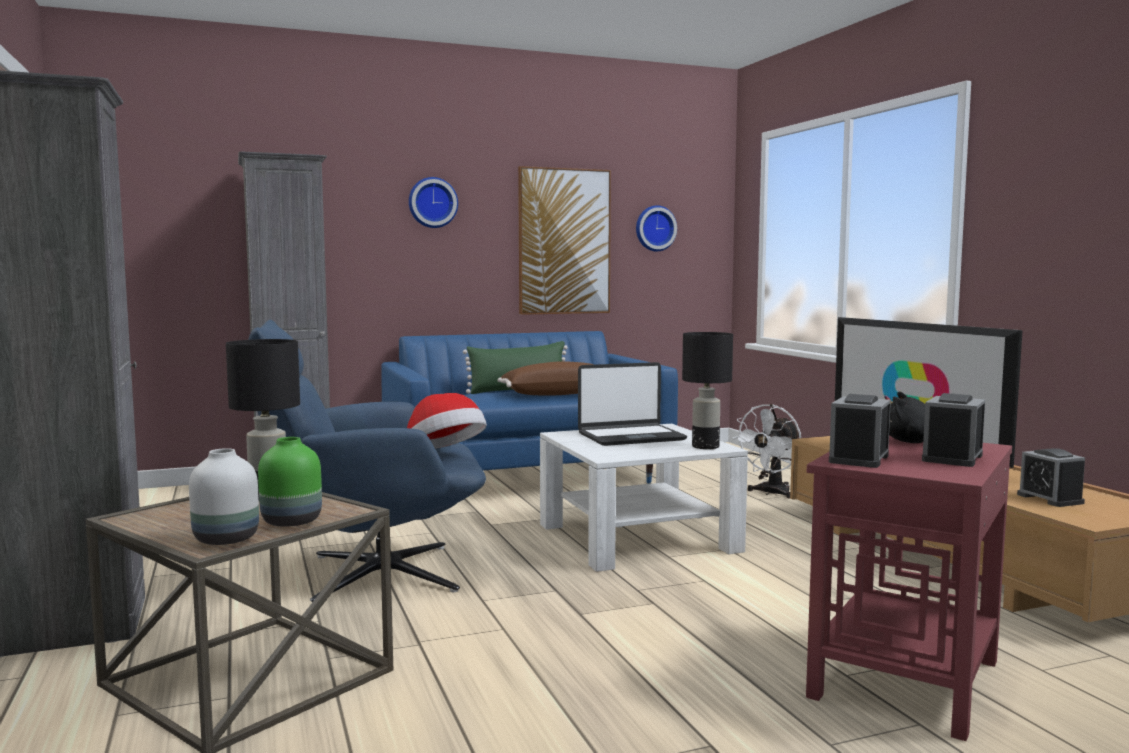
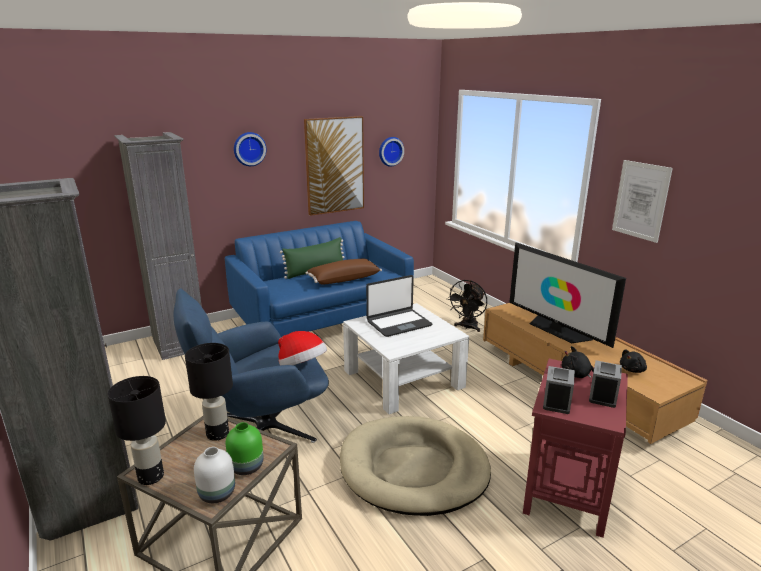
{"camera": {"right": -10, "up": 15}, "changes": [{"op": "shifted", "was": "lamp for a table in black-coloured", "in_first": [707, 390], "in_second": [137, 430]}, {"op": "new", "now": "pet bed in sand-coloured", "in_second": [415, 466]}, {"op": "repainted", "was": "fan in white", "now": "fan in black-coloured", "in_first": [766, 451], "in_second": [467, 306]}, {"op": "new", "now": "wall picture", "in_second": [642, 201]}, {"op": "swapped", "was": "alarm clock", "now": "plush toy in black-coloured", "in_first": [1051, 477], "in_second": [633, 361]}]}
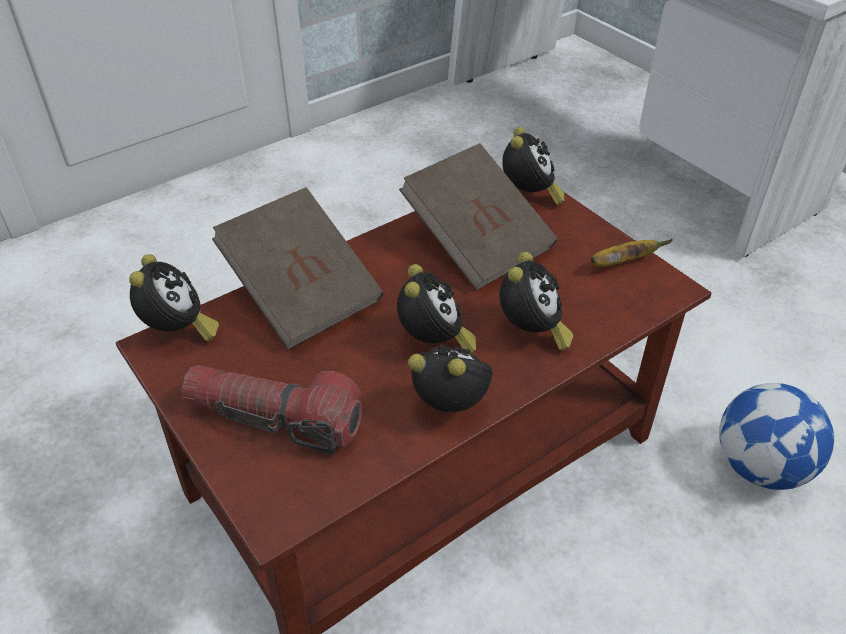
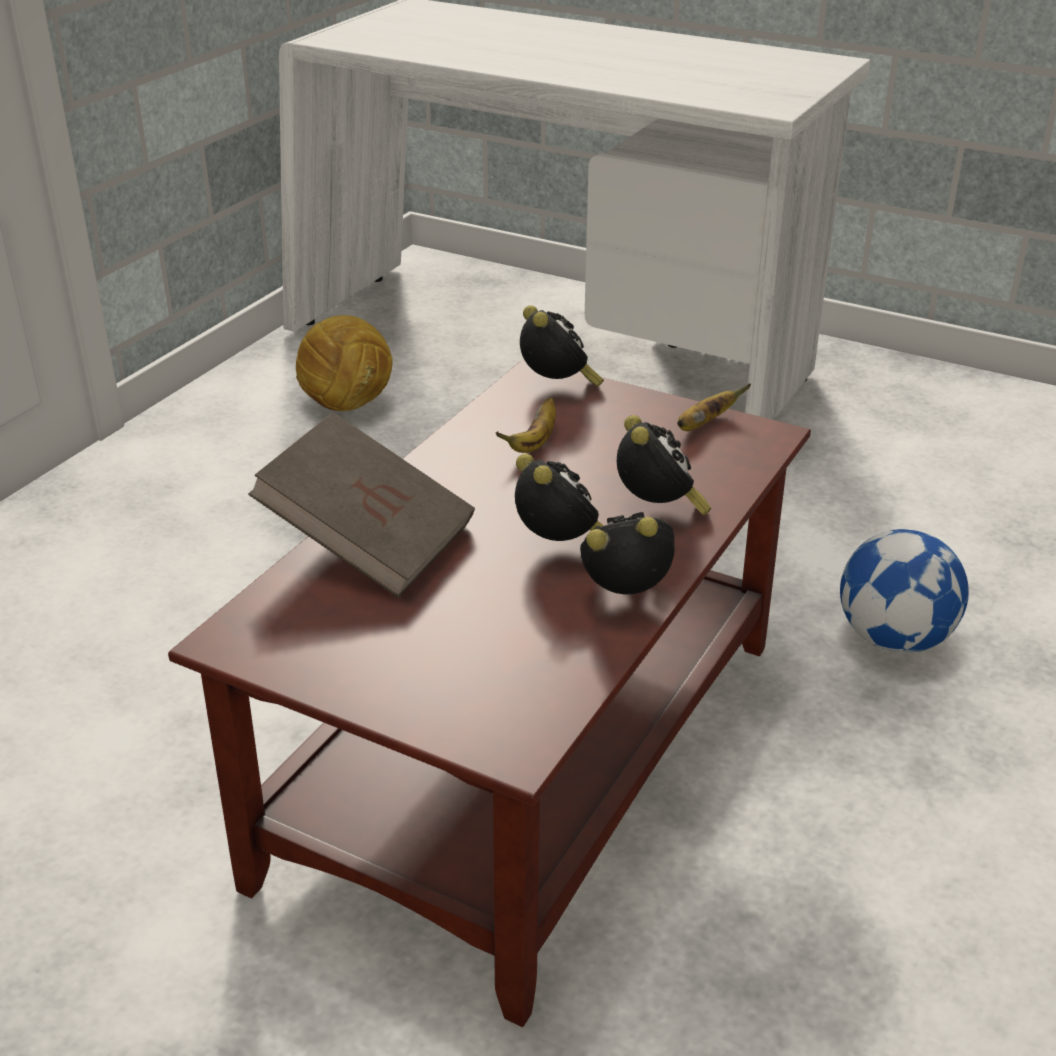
{"camera": {"right": -25, "up": -10}, "changes": [{"op": "new", "now": "ball for football", "in_second": [344, 363]}, {"op": "swapped", "was": "volume in brownish", "now": "banana", "in_first": [478, 217], "in_second": [526, 425]}, {"op": "gone", "was": "alarm clock", "in_first": [174, 298]}, {"op": "gone", "was": "flashlight", "in_first": [272, 409]}]}
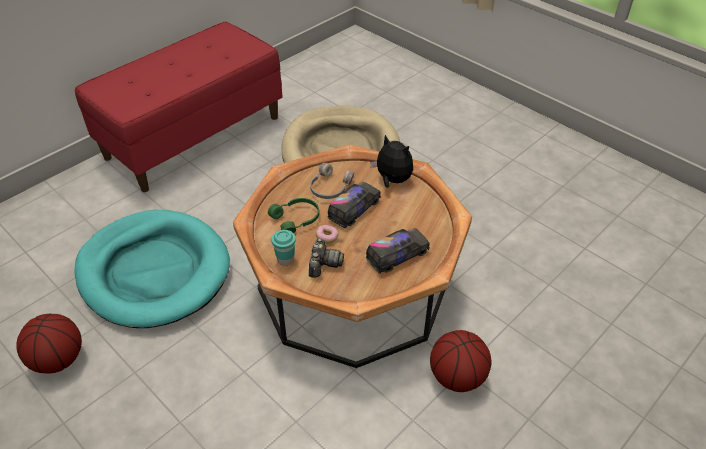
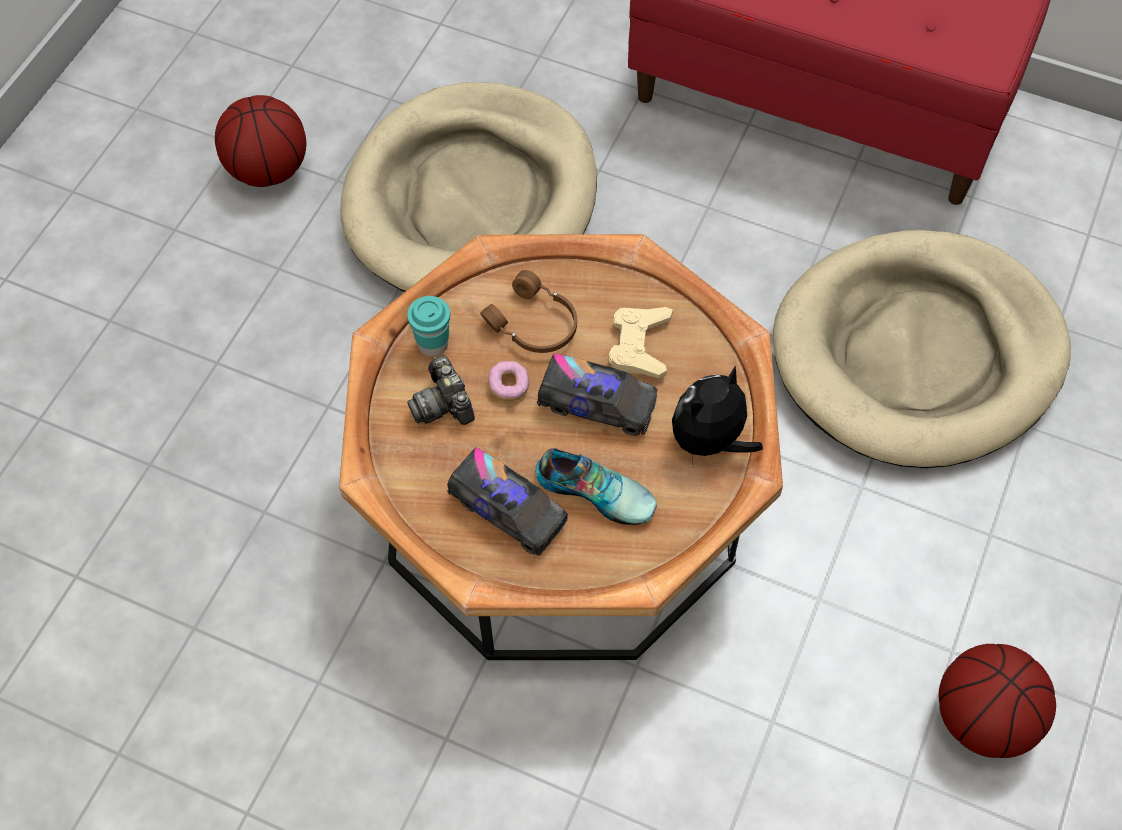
{"camera": {"right": 70, "up": 15}, "changes": [{"op": "repainted", "was": "pet bed in turquoise-coloured", "now": "pet bed in sand-coloured", "in_first": [152, 269], "in_second": [468, 187]}, {"op": "rotated", "was": "photo camera", "in_first": [326, 258], "in_second": [441, 390], "clockwise": 75}, {"op": "repainted", "was": "pair of headphones in greenish", "now": "pair of headphones in brownish", "in_first": [293, 215], "in_second": [528, 311]}, {"op": "new", "now": "item of footwear", "in_second": [596, 486]}, {"op": "swapped", "was": "pair of headphones in gray", "now": "joypad in sand-coloured", "in_first": [332, 181], "in_second": [641, 342]}, {"op": "rotated", "was": "plush toy", "in_first": [391, 161], "in_second": [717, 417], "clockwise": -150}, {"op": "shifted", "was": "basketball ball", "in_first": [460, 361], "in_second": [997, 701]}]}
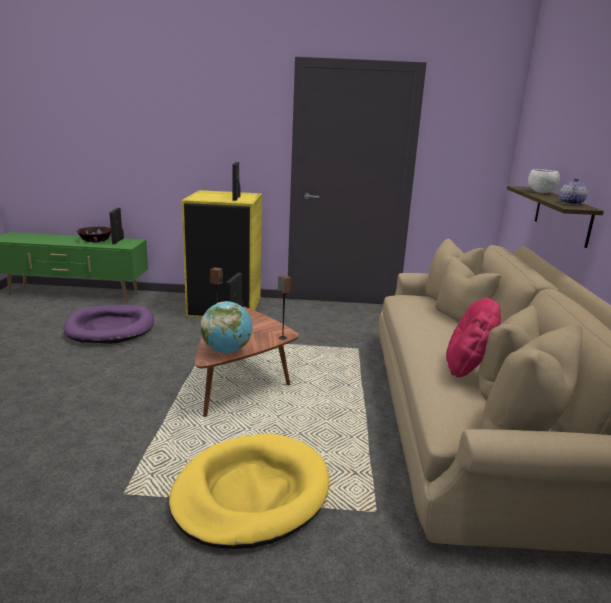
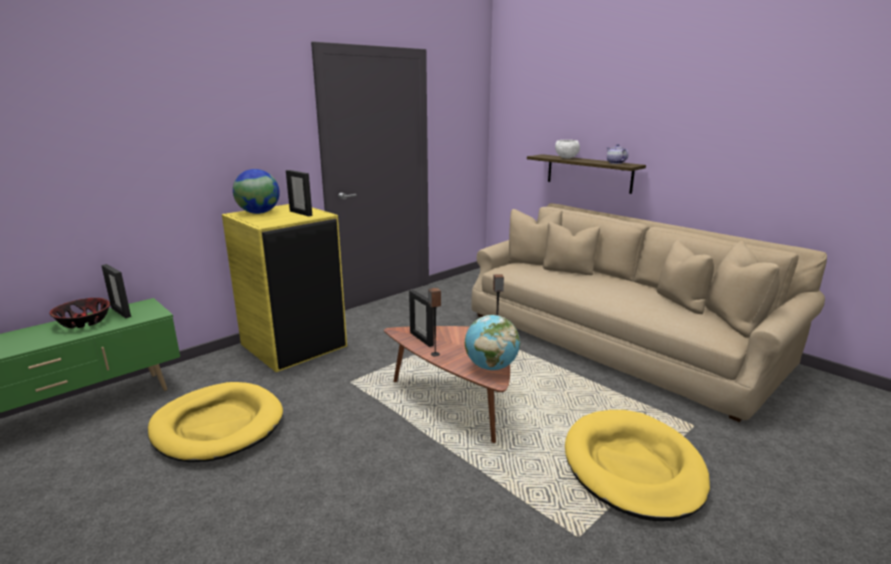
{"camera": {"right": -45, "up": 0}, "changes": [{"op": "repainted", "was": "pet bed in purplish", "now": "pet bed in yellow", "in_first": [109, 324], "in_second": [215, 422]}, {"op": "new", "now": "globe", "in_second": [256, 191]}, {"op": "gone", "was": "pillow in pinkish", "in_first": [473, 337]}]}
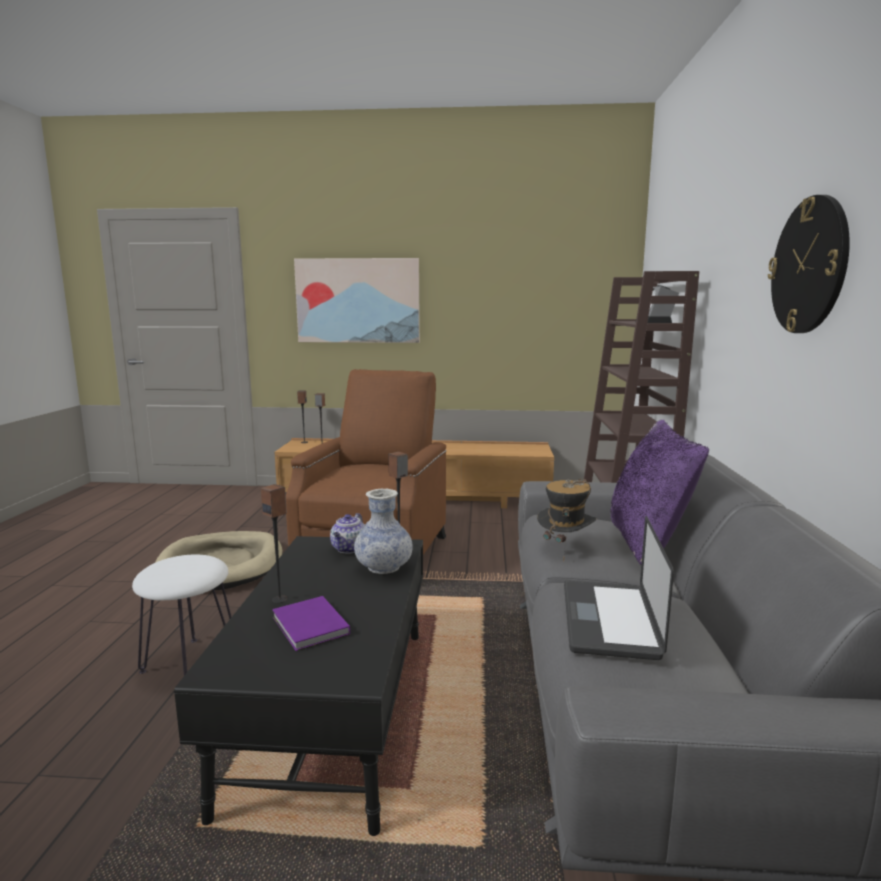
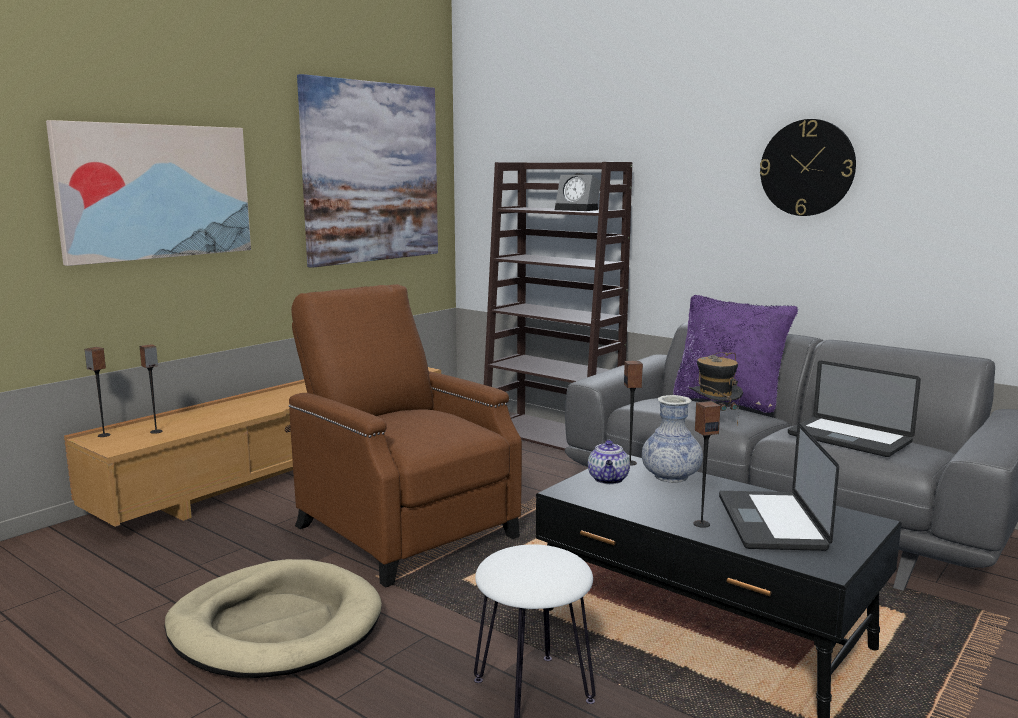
{"camera": {"right": -55, "up": 0}, "changes": [{"op": "new", "now": "wall picture", "in_second": [367, 171]}, {"op": "rotated", "was": "teapot", "in_first": [347, 533], "in_second": [609, 462], "clockwise": 45}, {"op": "swapped", "was": "volume in purplish", "now": "laptop", "in_first": [311, 623], "in_second": [779, 487]}]}
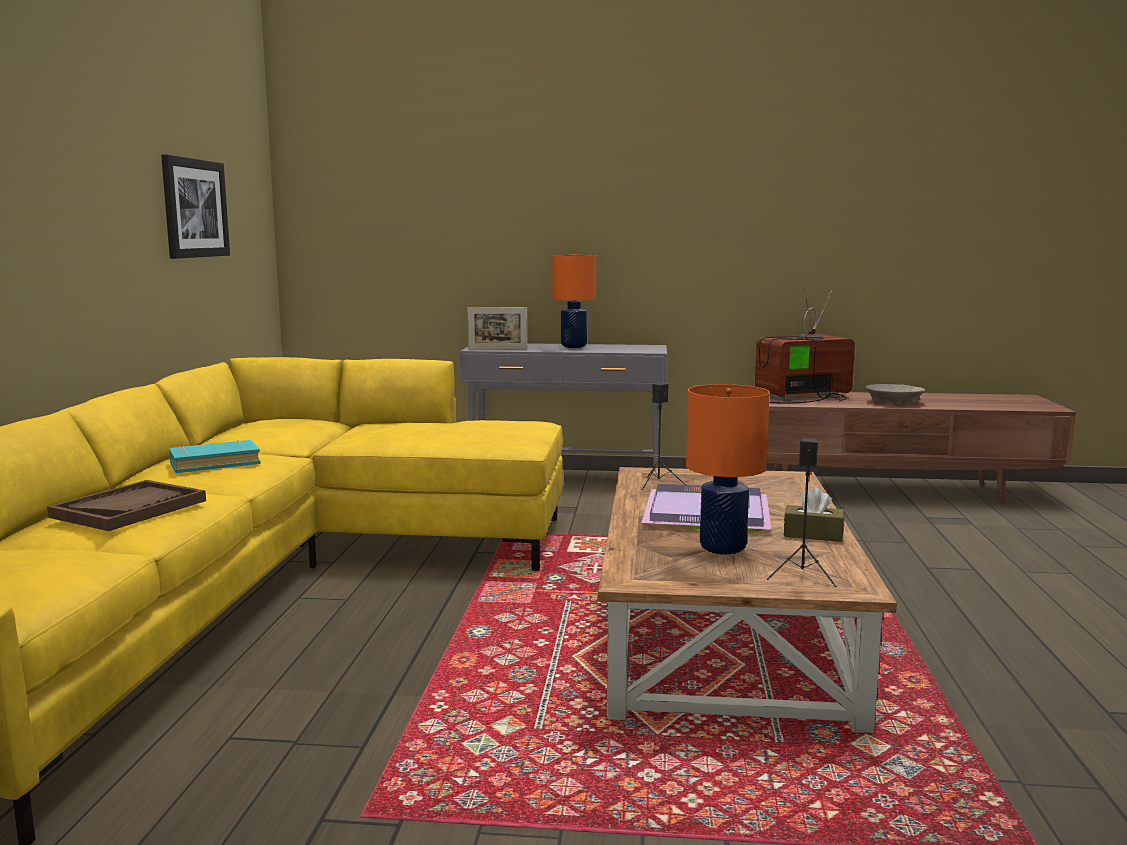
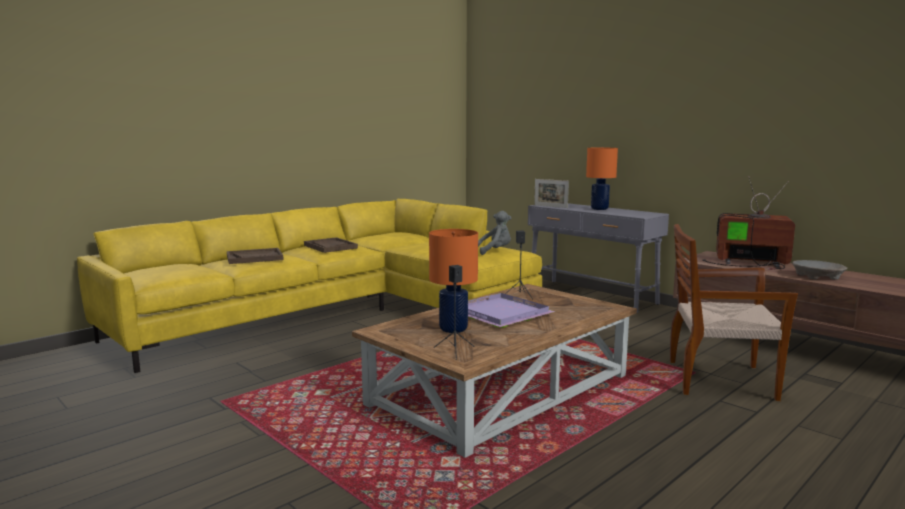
{"camera": {"right": 40, "up": 0}, "changes": [{"op": "swapped", "was": "volume in turquoise-coloured", "now": "serving tray in brownish", "in_first": [215, 456], "in_second": [331, 245]}, {"op": "new", "now": "plush toy in gray", "in_second": [494, 233]}, {"op": "new", "now": "easy chair in brownish", "in_second": [734, 313]}, {"op": "gone", "was": "wall picture", "in_first": [195, 206]}, {"op": "gone", "was": "box of tissues in brownish", "in_first": [814, 515]}]}
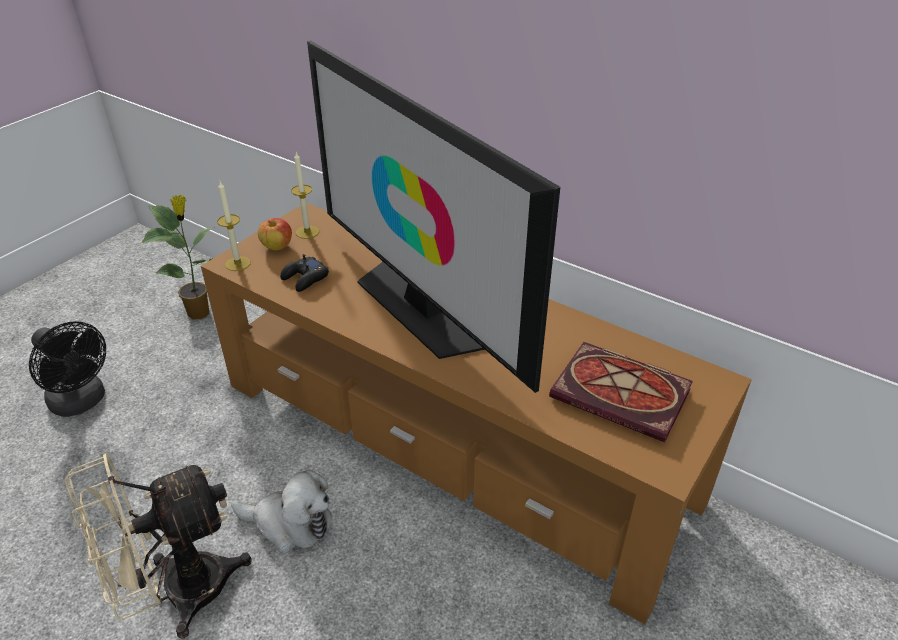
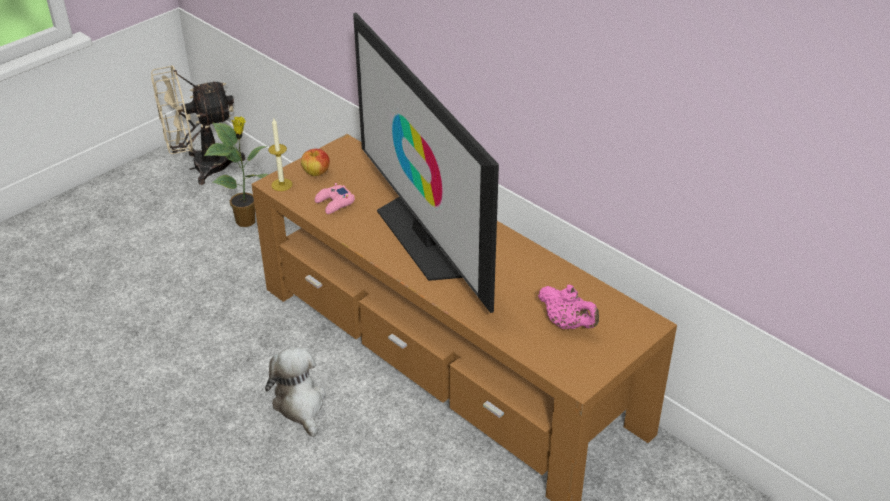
{"camera": {"right": 10, "up": 0}, "changes": [{"op": "shifted", "was": "fan in sand-coloured", "in_first": [158, 546], "in_second": [198, 125]}, {"op": "rotated", "was": "plush toy", "in_first": [281, 511], "in_second": [295, 392], "clockwise": -135}, {"op": "repainted", "was": "joypad in black-coloured", "now": "joypad in pinkish", "in_first": [304, 273], "in_second": [335, 198]}, {"op": "swapped", "was": "volume", "now": "teapot in pinkish", "in_first": [621, 392], "in_second": [568, 306]}, {"op": "gone", "was": "fan in black-coloured", "in_first": [67, 369]}, {"op": "gone", "was": "candle", "in_first": [305, 195]}]}
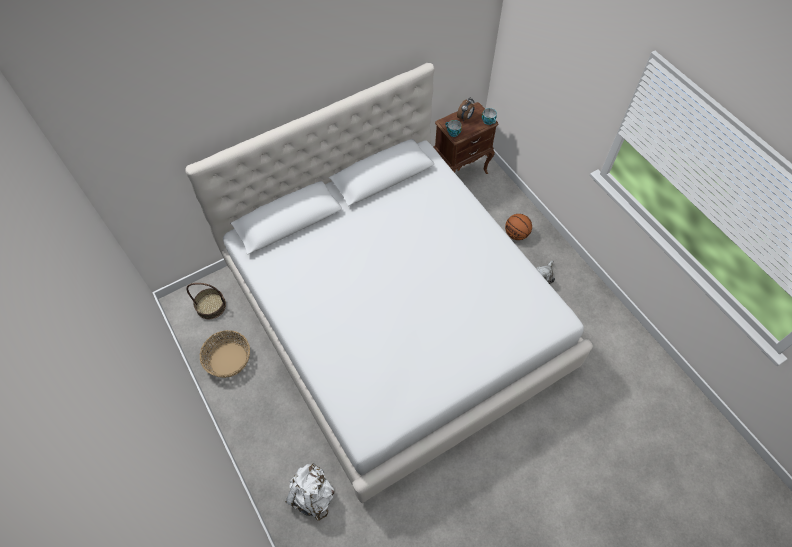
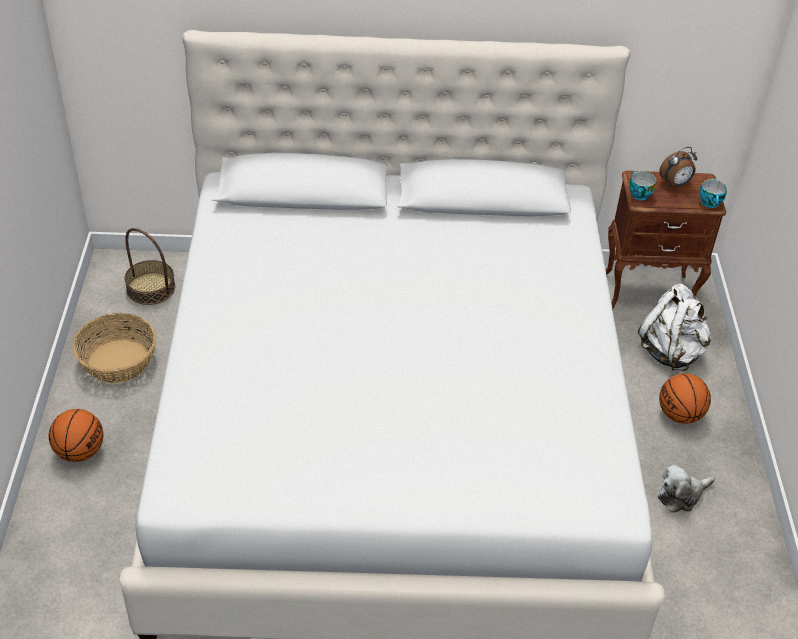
{"camera": {"right": 30, "up": -15}, "changes": [{"op": "new", "now": "basketball ball", "in_second": [76, 435]}, {"op": "shifted", "was": "knapsack in white", "in_first": [310, 492], "in_second": [674, 327]}]}
